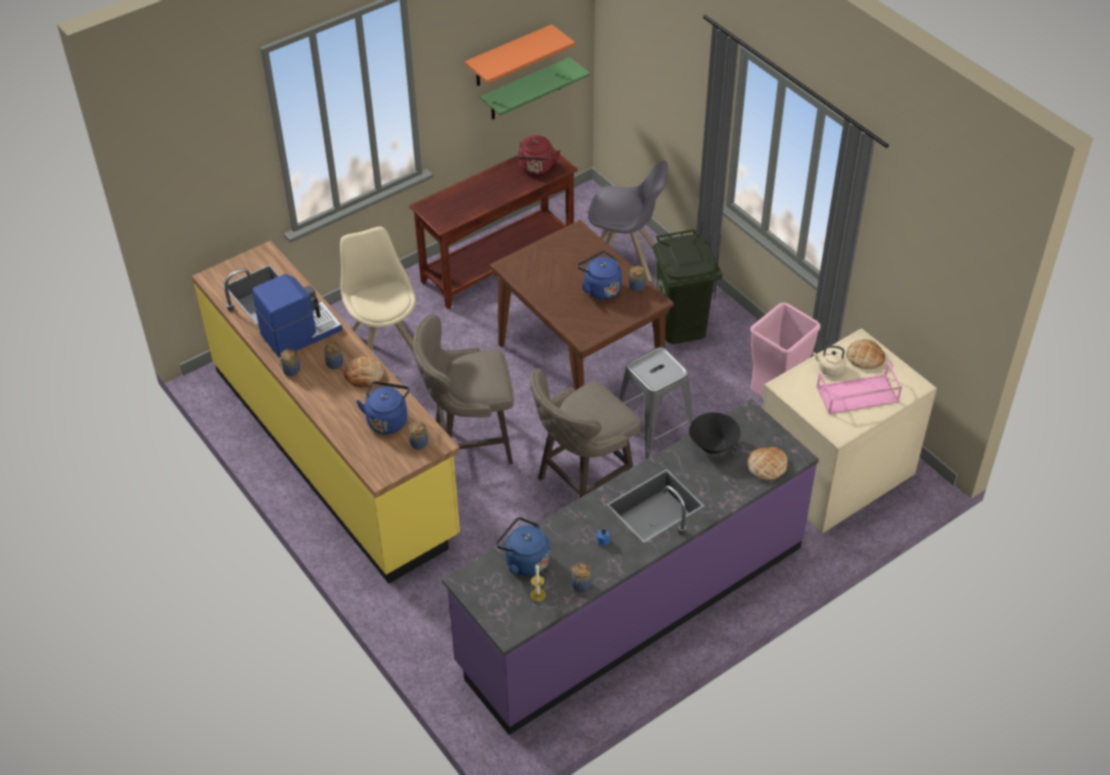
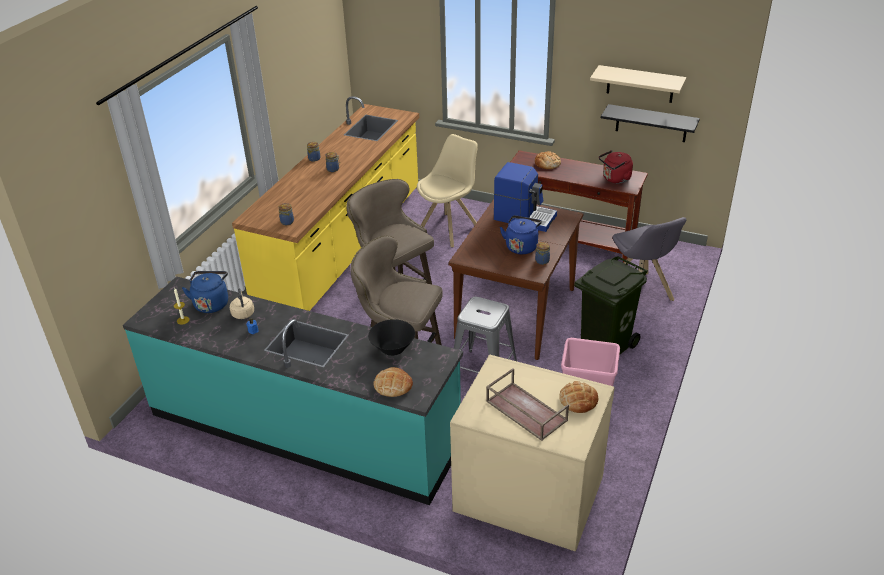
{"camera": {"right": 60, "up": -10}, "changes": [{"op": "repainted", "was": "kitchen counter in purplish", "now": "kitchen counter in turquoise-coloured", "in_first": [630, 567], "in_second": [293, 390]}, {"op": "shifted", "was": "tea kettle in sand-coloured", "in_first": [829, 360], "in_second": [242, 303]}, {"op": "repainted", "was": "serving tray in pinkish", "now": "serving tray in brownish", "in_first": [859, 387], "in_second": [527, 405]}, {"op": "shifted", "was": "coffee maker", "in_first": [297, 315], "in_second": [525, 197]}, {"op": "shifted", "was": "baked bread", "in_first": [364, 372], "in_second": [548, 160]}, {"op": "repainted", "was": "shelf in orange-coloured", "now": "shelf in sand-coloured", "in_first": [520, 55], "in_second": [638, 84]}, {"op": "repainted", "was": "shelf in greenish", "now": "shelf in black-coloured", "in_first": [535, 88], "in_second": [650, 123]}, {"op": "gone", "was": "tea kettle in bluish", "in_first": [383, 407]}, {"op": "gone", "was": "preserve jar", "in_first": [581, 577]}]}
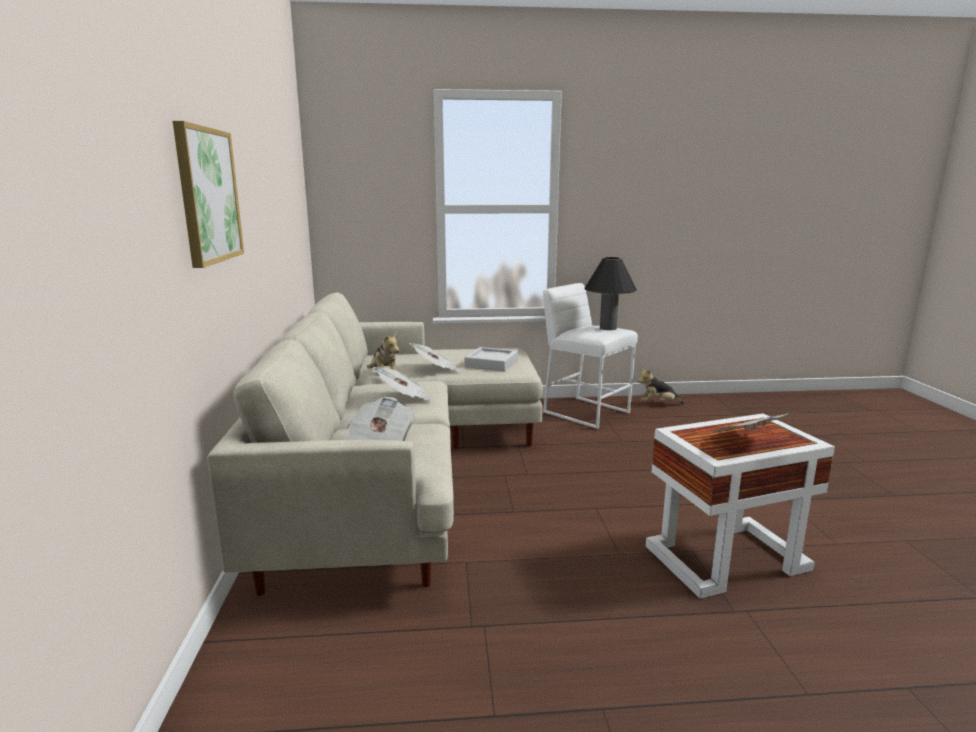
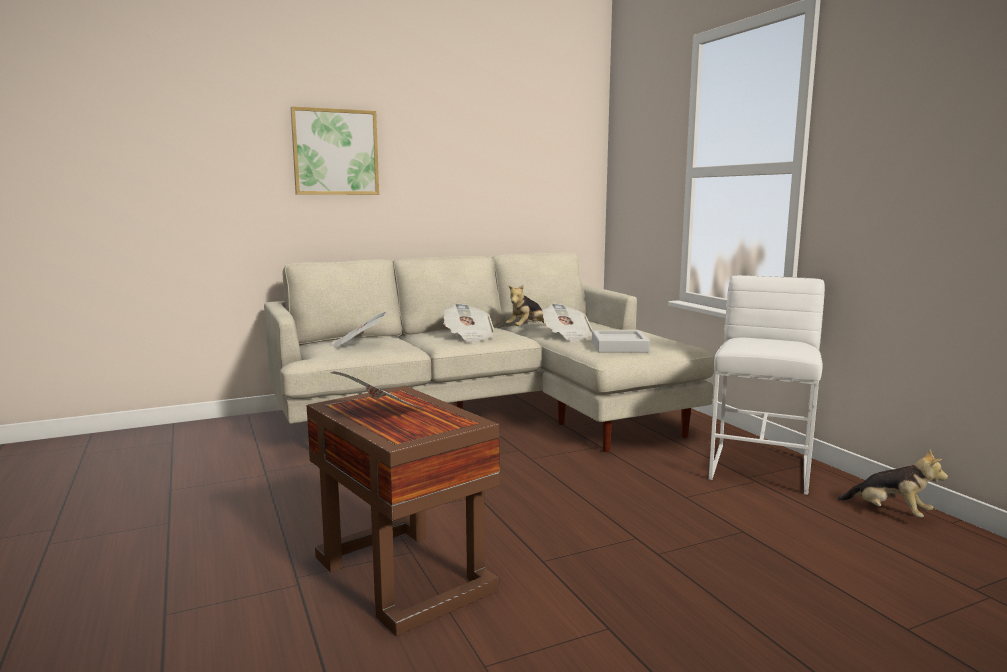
{"camera": {"right": 70, "up": -5}, "changes": [{"op": "repainted", "was": "side table in white", "now": "side table in brownish", "in_first": [740, 506], "in_second": [403, 511]}, {"op": "rotated", "was": "plush toy", "in_first": [661, 386], "in_second": [892, 483], "clockwise": 150}, {"op": "gone", "was": "lamp for a table in black-coloured", "in_first": [611, 293]}]}
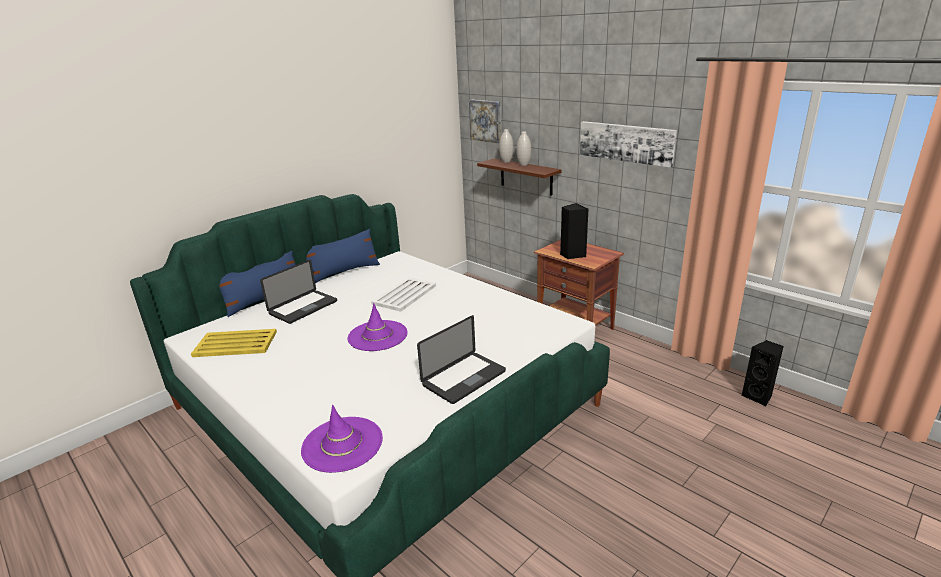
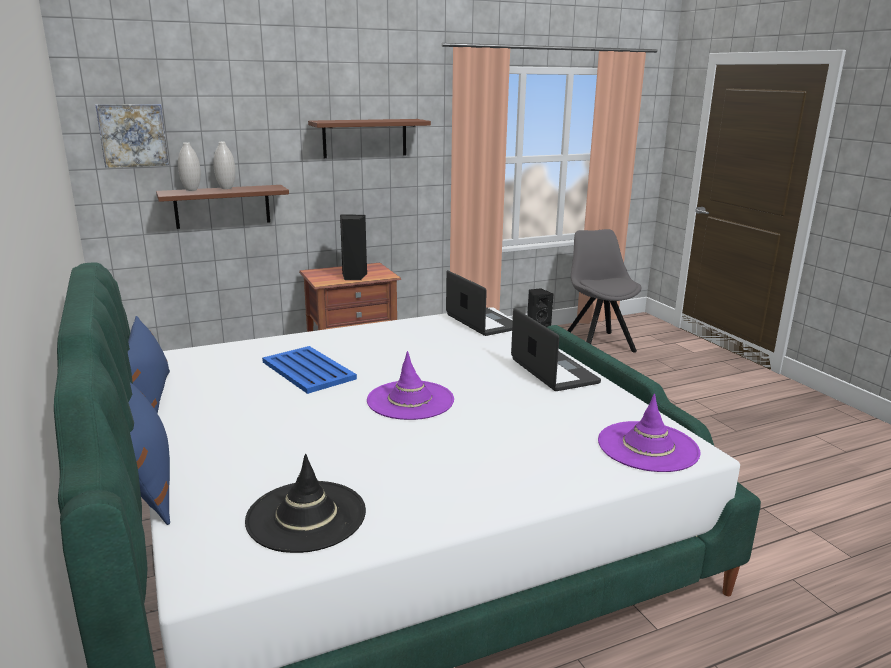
{"camera": {"right": -70, "up": -5}, "changes": [{"op": "swapped", "was": "serving tray in yellow", "now": "hat in black-coloured", "in_first": [234, 343], "in_second": [305, 503]}, {"op": "repainted", "was": "serving tray in white", "now": "serving tray in bluish", "in_first": [403, 294], "in_second": [309, 370]}, {"op": "swapped", "was": "wall picture", "now": "shelf in brownish", "in_first": [628, 144], "in_second": [369, 138]}, {"op": "shifted", "was": "laptop", "in_first": [298, 292], "in_second": [479, 303]}, {"op": "new", "now": "upright chair in gray", "in_second": [604, 291]}]}
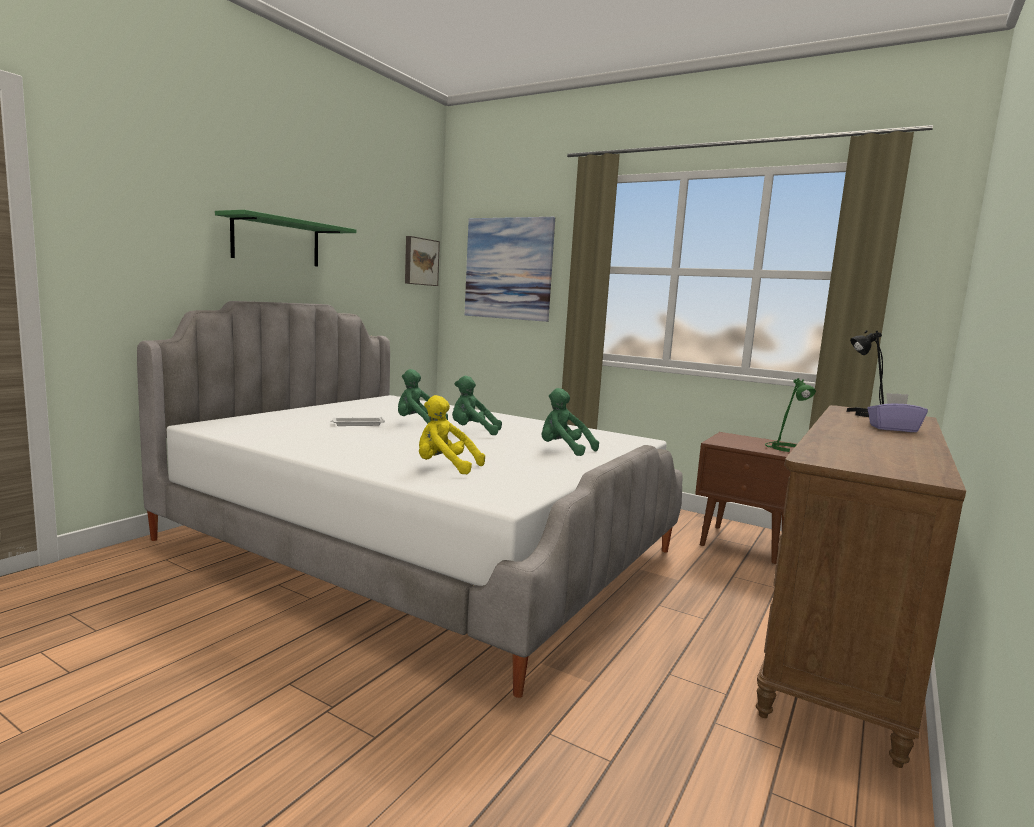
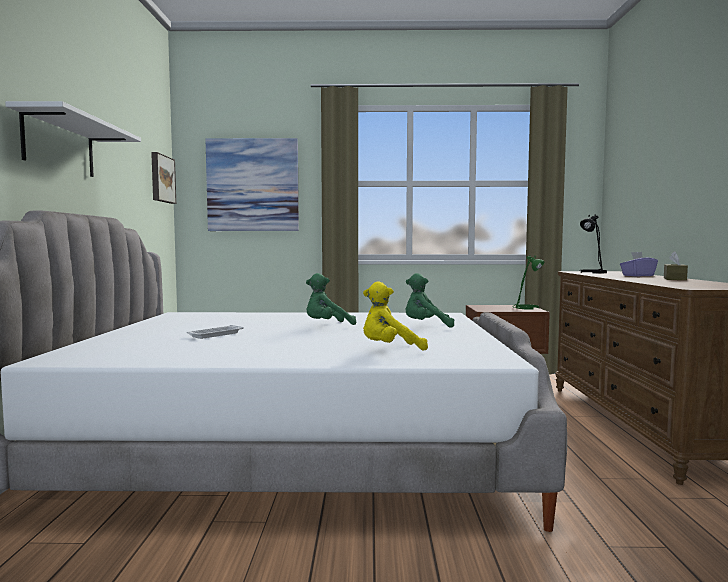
{"camera": {"right": -30, "up": -5}, "changes": [{"op": "repainted", "was": "shelf in greenish", "now": "shelf in white", "in_first": [285, 238], "in_second": [73, 139]}, {"op": "new", "now": "box of tissues in brownish", "in_second": [676, 265]}, {"op": "gone", "was": "plush toy in greenish", "in_first": [423, 396]}]}
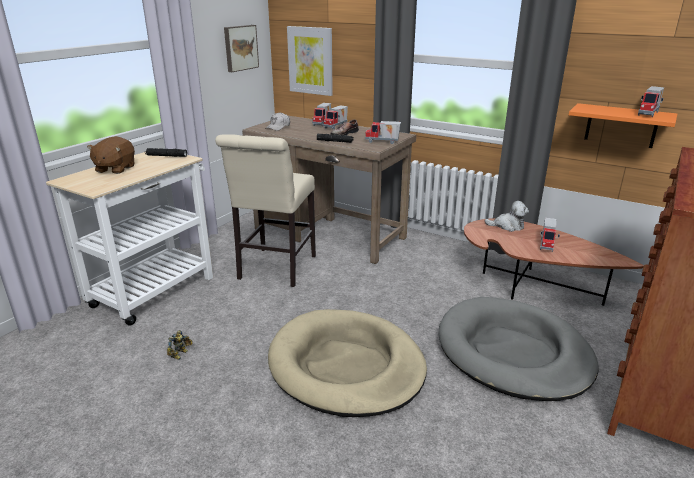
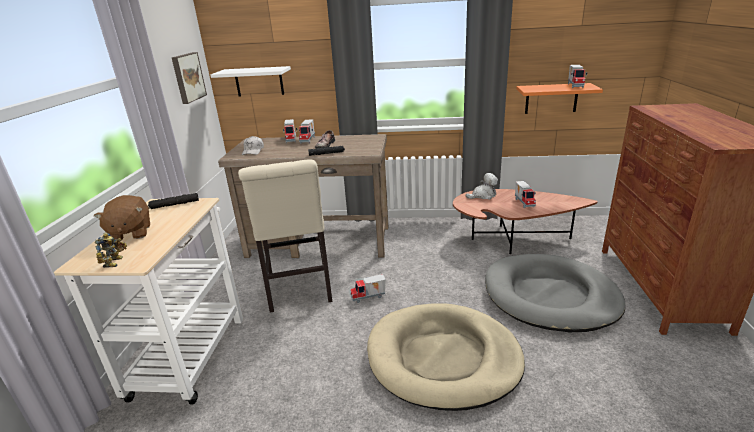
{"camera": {"right": -25, "up": 0}, "changes": [{"op": "shifted", "was": "toy robot", "in_first": [179, 345], "in_second": [111, 250]}, {"op": "swapped", "was": "wall picture", "now": "shelf in white", "in_first": [310, 61], "in_second": [251, 81]}, {"op": "shifted", "was": "model truck", "in_first": [383, 132], "in_second": [368, 288]}]}
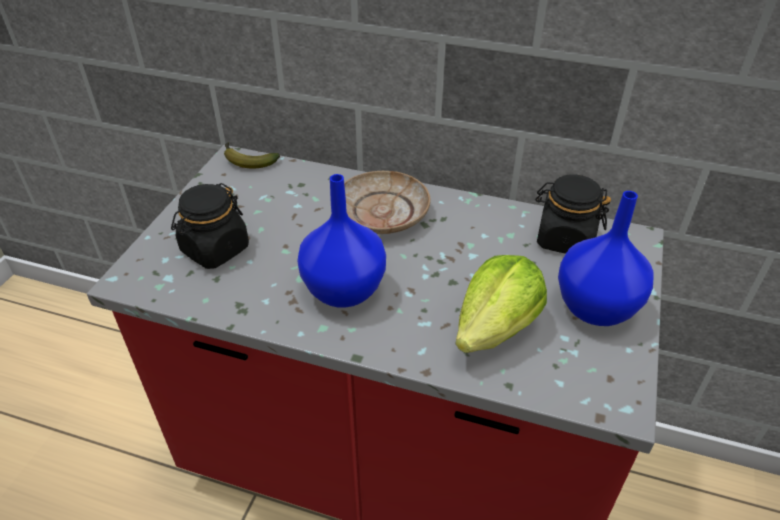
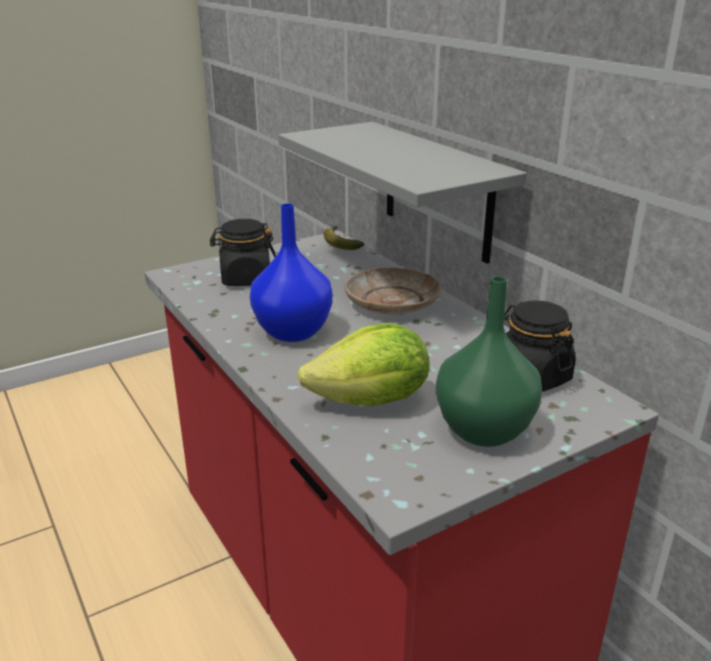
{"camera": {"right": 40, "up": -15}, "changes": [{"op": "new", "now": "shelf in gray", "in_second": [402, 193]}, {"op": "repainted", "was": "vase in bluish", "now": "vase in greenish", "in_first": [606, 258], "in_second": [489, 361]}]}
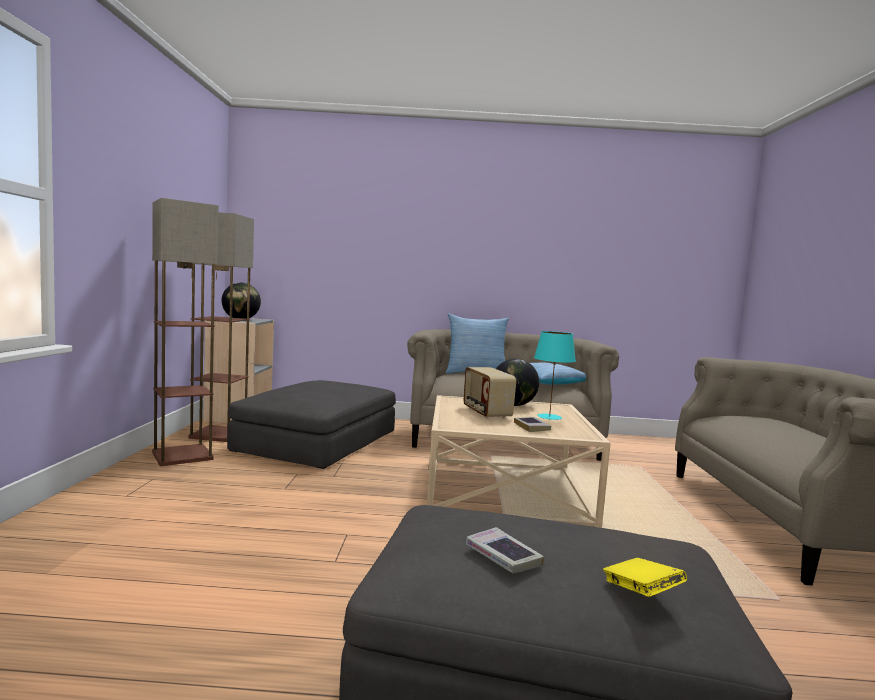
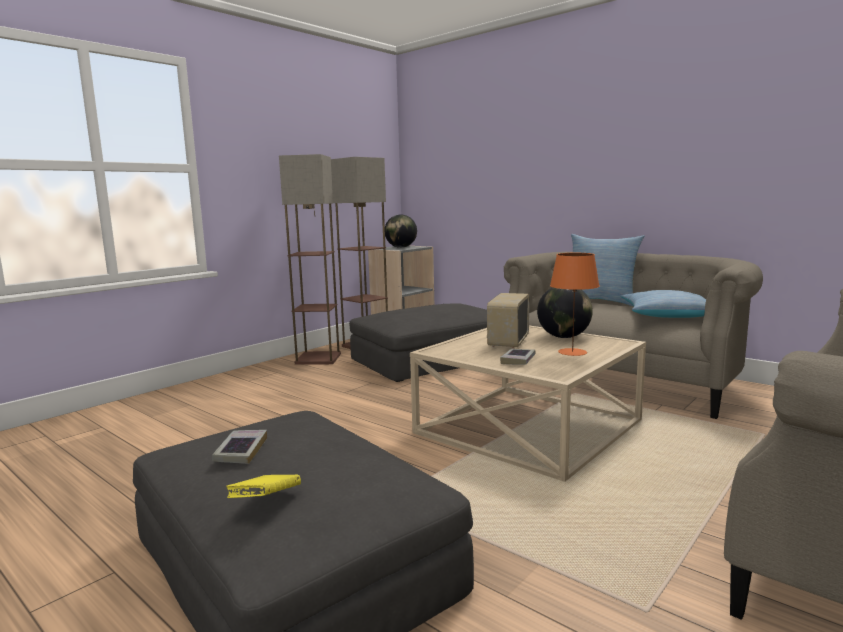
{"camera": {"right": 40, "up": 5}, "changes": [{"op": "repainted", "was": "lamp for a table in turquoise-coloured", "now": "lamp for a table in orange-coloured", "in_first": [555, 375], "in_second": [575, 304]}]}
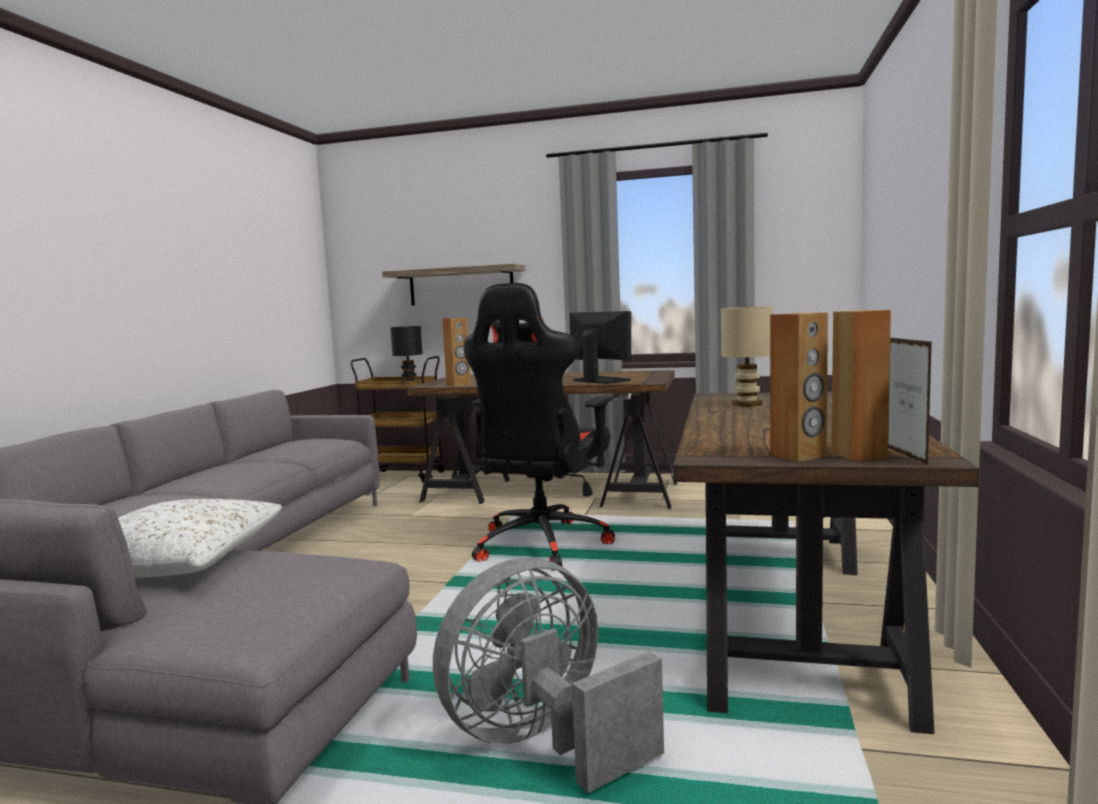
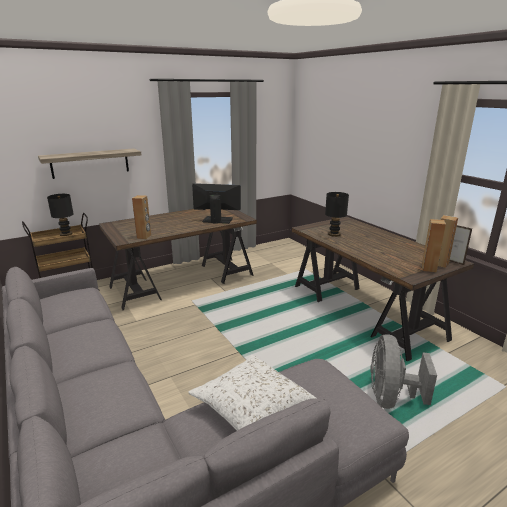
{"camera": {"right": -45, "up": 15}, "changes": [{"op": "repainted", "was": "lamp for a table in sand-coloured", "now": "lamp for a table in black-coloured", "in_first": [747, 357], "in_second": [337, 214]}, {"op": "gone", "was": "computer chair in black-coloured", "in_first": [539, 426]}]}
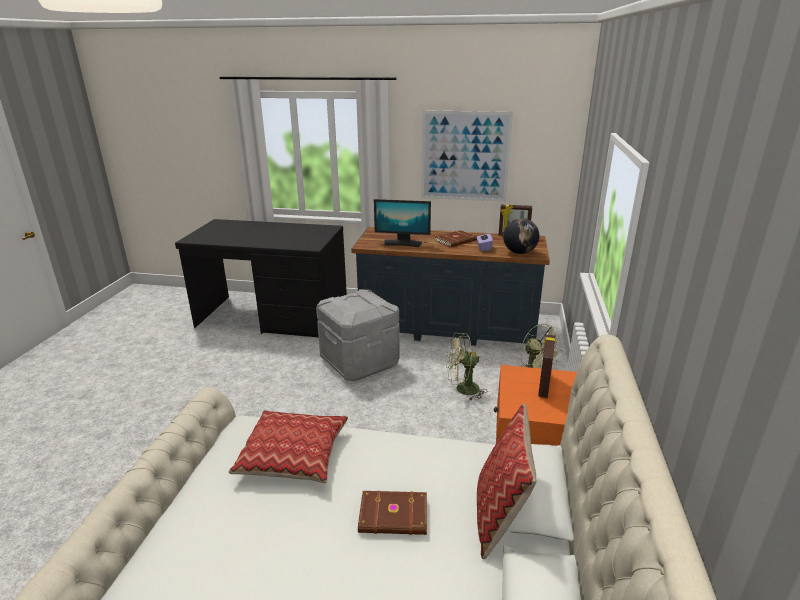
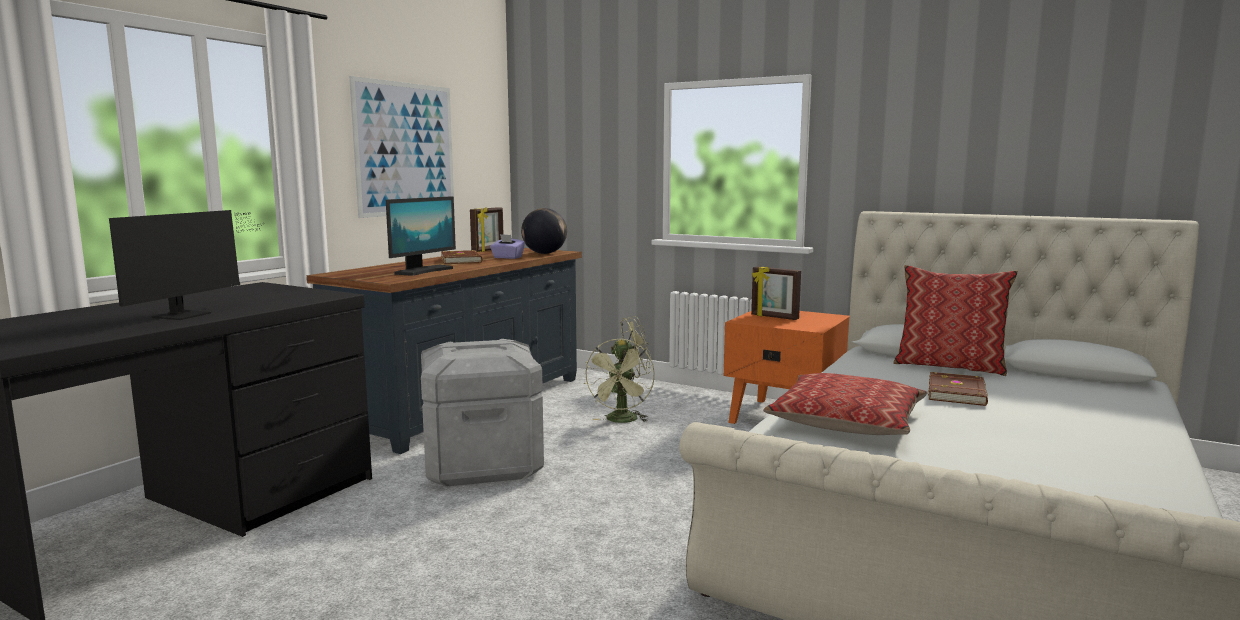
{"camera": {"right": -70, "up": -15}, "changes": [{"op": "new", "now": "monitor", "in_second": [186, 265]}]}
